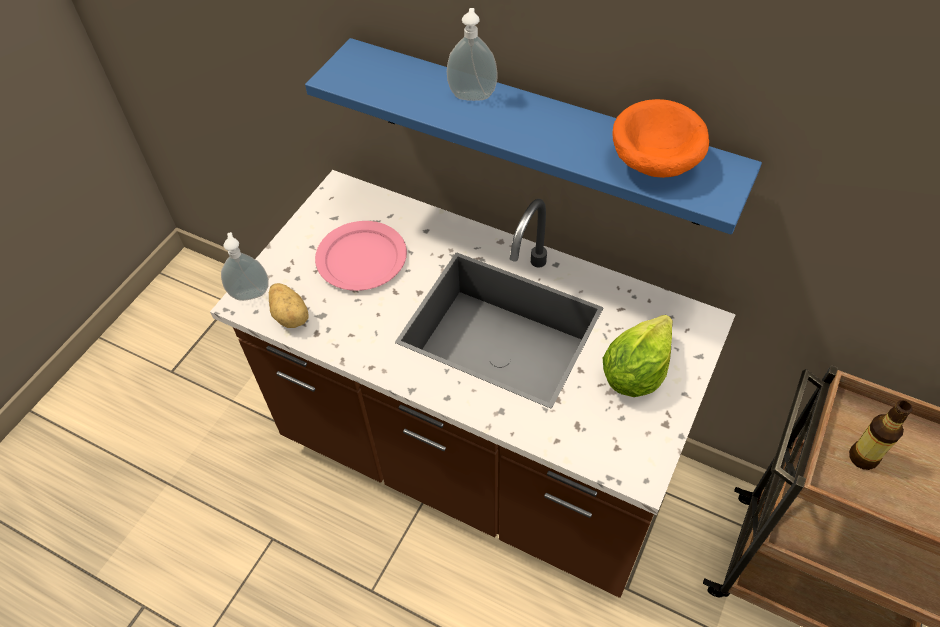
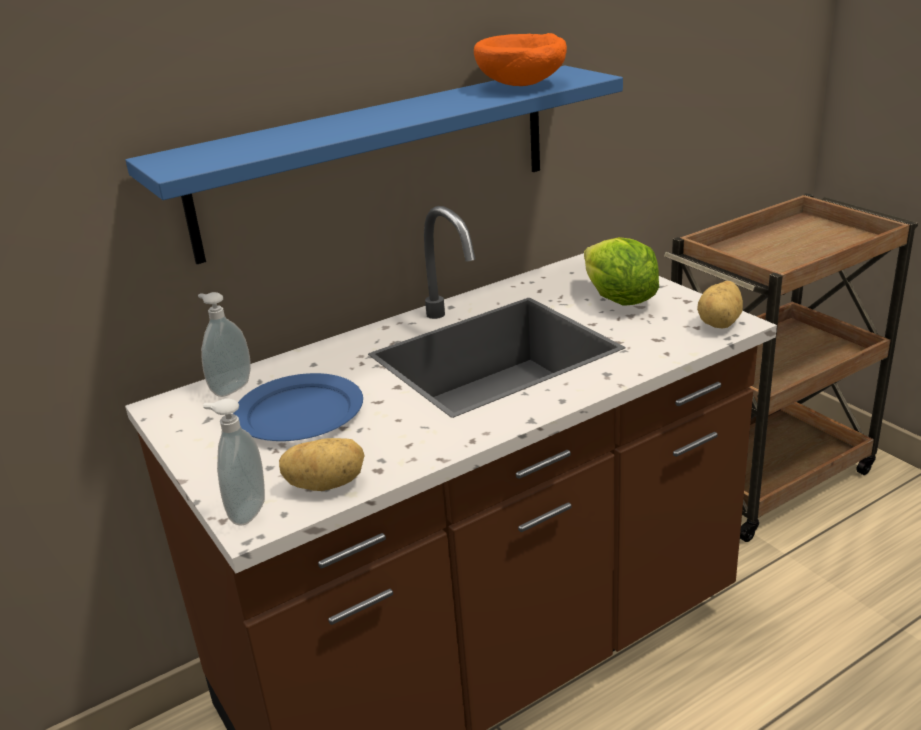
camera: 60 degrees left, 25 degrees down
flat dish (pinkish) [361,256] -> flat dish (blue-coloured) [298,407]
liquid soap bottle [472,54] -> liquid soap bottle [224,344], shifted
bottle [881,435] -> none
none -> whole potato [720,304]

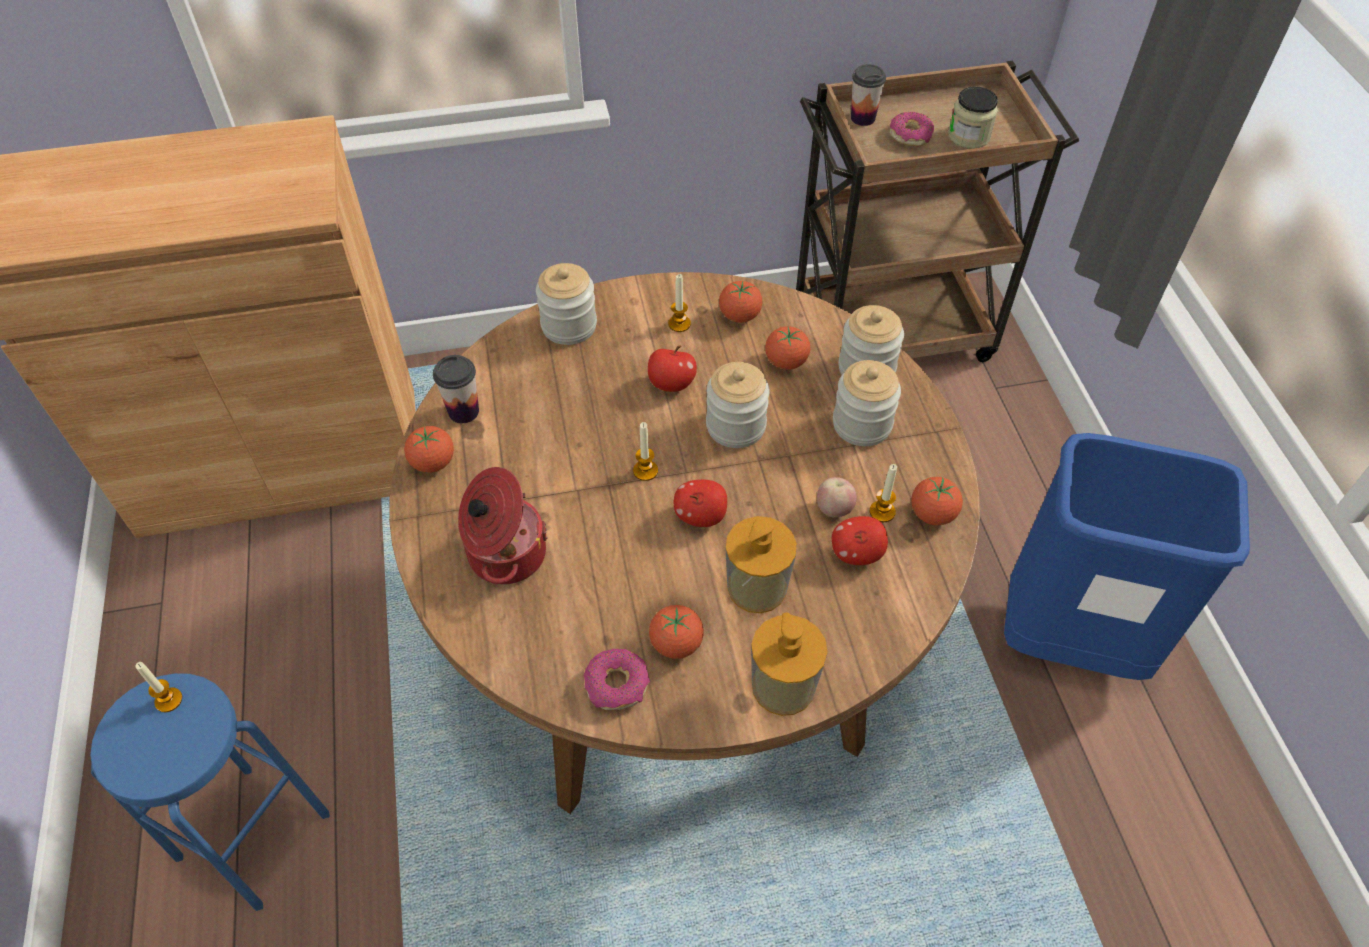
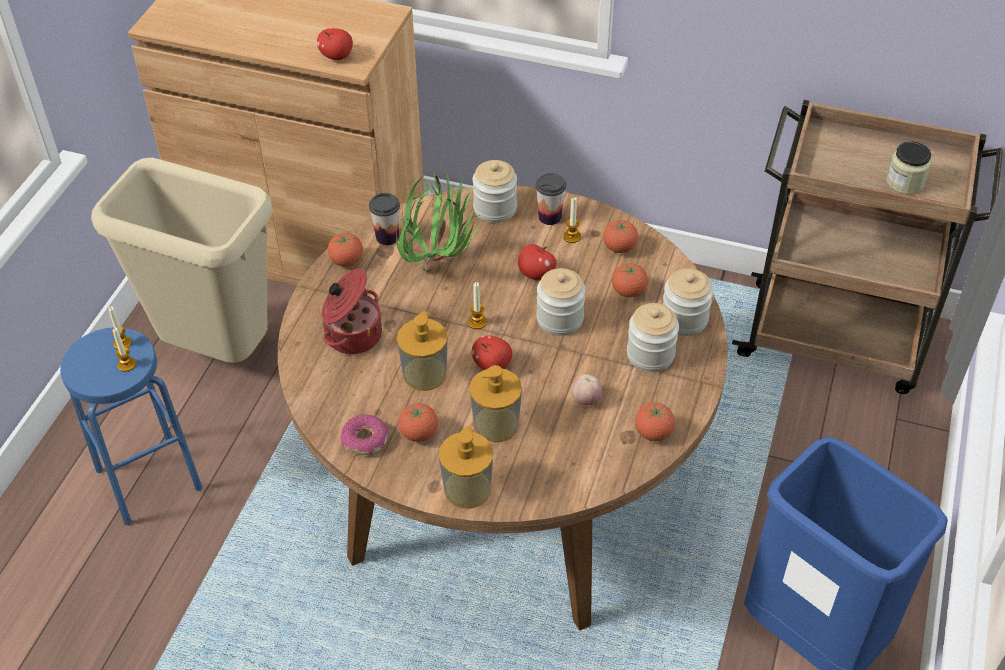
camera: 30 degrees right, 5 degrees down
whole apple [860,540] -> whole apple [335,44], shifted
drinking cup [868,95] -> drinking cup [551,199], shifted
wax candle [883,493] -> wax candle [124,350], shifted
donut [912,129] -> none
none -> rubbish bin (sand-coloured) [182,260]
none -> potted plant [439,221]
none -> liquid soap bottle [422,351]

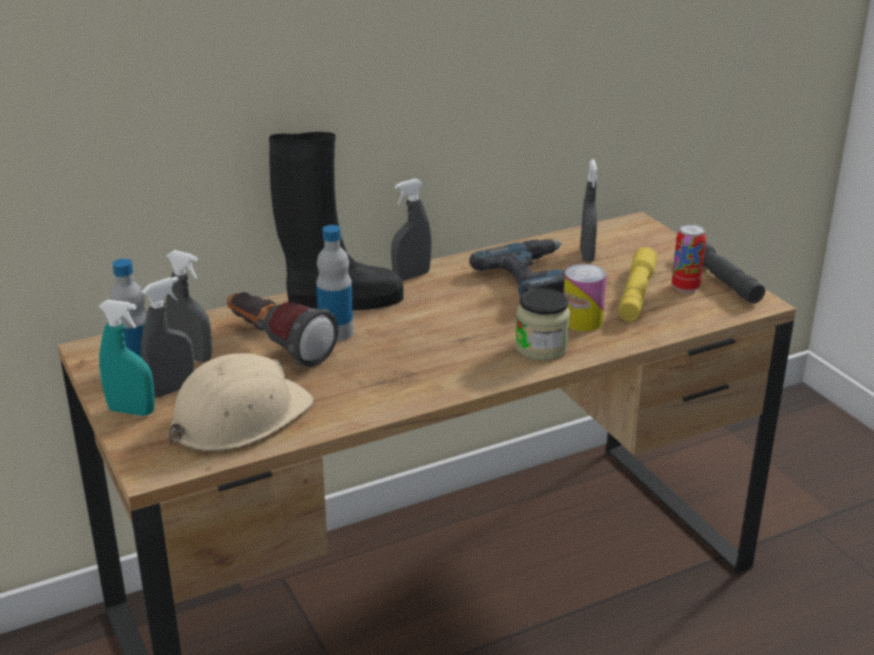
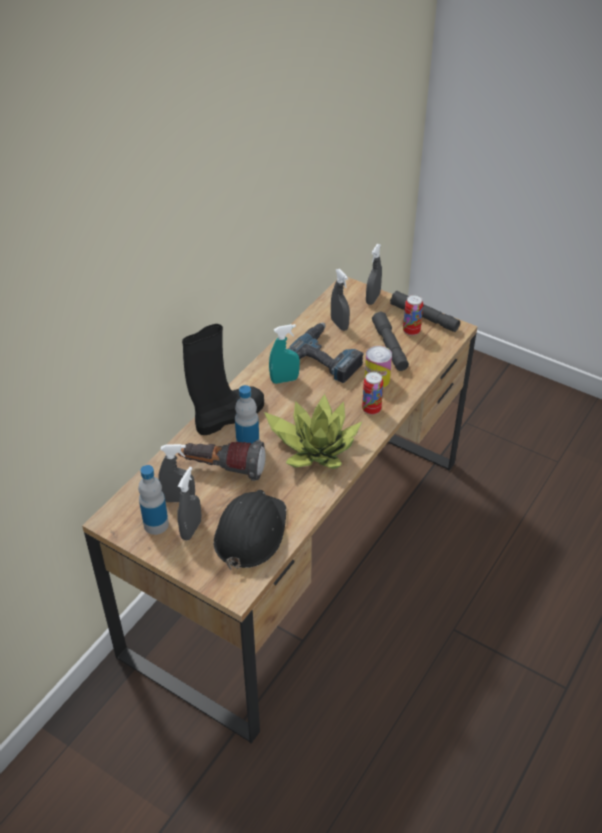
camera: 30 degrees left, 15 degrees up
spray bottle (blue-green) [127,358] -> spray bottle (blue-green) [284,354], shifted
work helmet (sand-coloured) [241,402] -> work helmet (black) [250,530]
spray bottle (grey) [411,230] -> spray bottle (grey) [374,274], shifted
jar [542,324] -> sealed can [372,393]
hand torch (yellowish) [637,284] -> hand torch (grey) [390,341]
none -> potted plant [313,431]

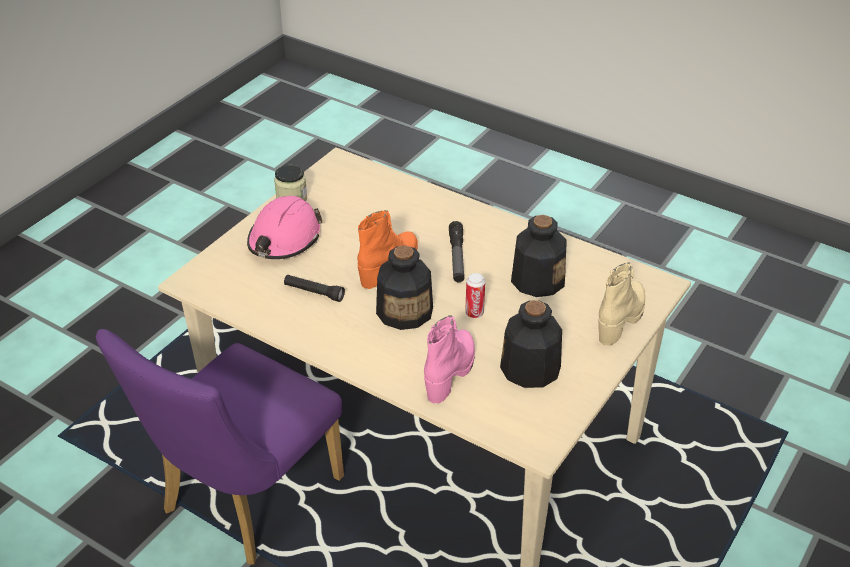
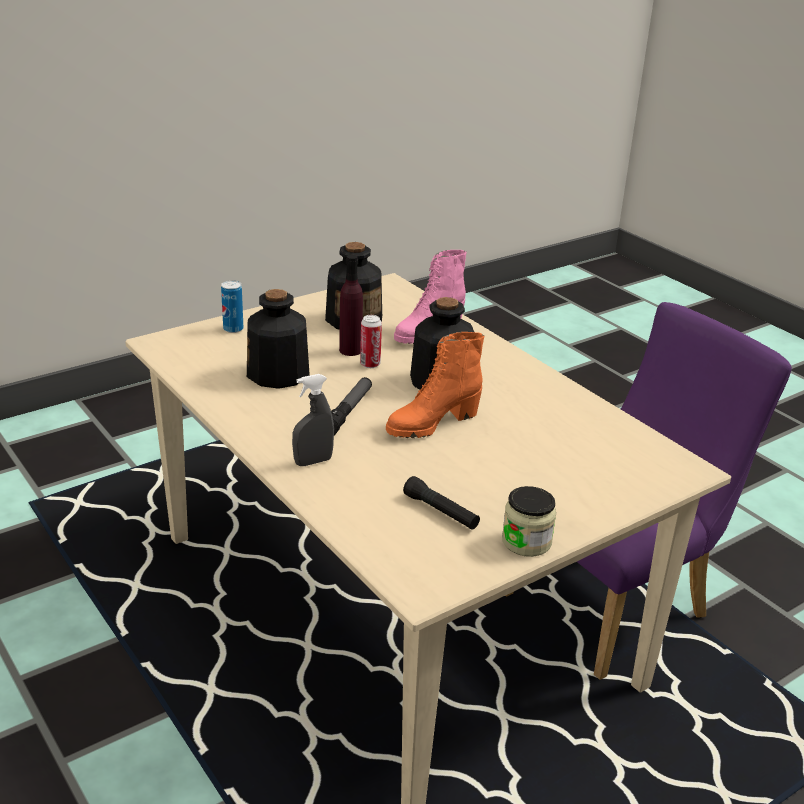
camera: 160 degrees left, 10 degrees down
work helmet (pinkish) [284,227] -> none
hand torch (black) [314,288] -> hand torch (black) [441,503], shifted
tall boot (sand-coloured) [621,304] -> sealed can [232,306]
none -> spray bottle (grey) [313,420]
none -> bottle (purple-coloured) [351,305]

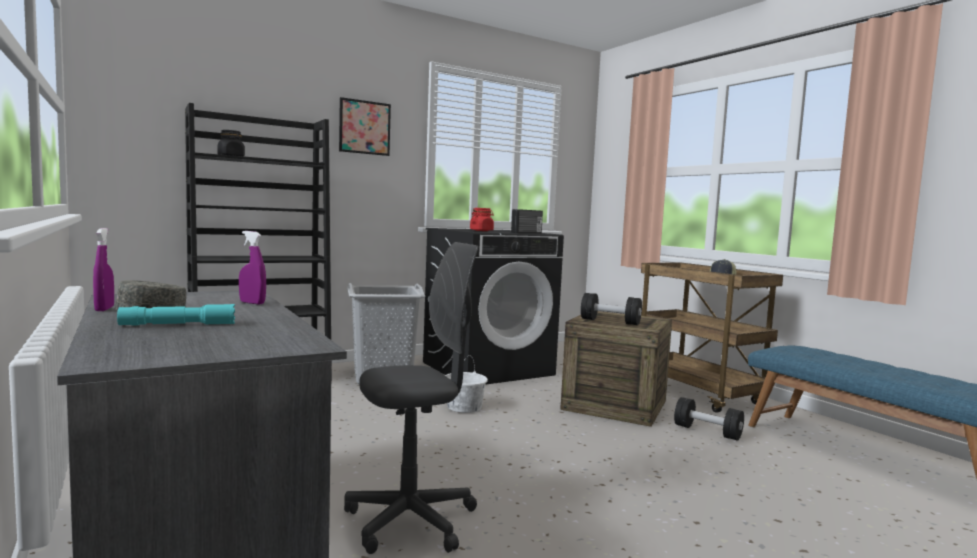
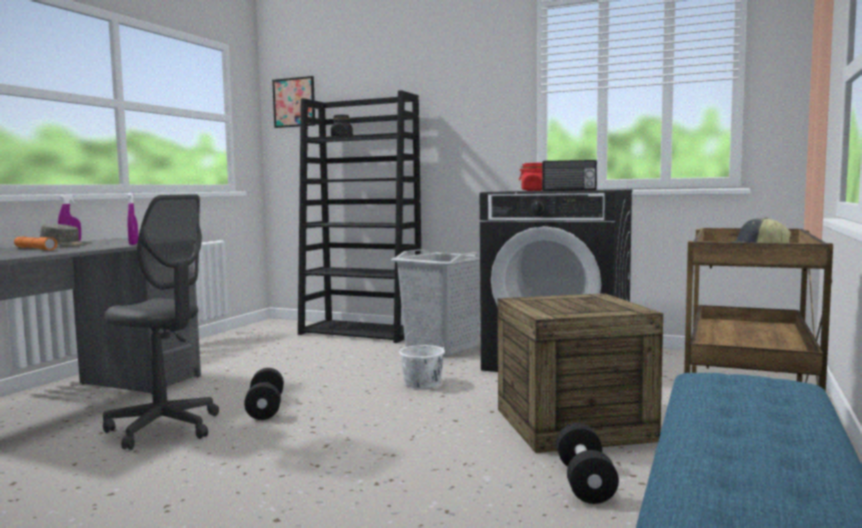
camera: 55 degrees right, 0 degrees up
hand torch (blue-green) [176,315] -> hand torch (orange) [35,243]
wall art [365,126] -> wall art [293,102], shifted
hand weight (black) [611,309] -> hand weight (black) [264,394], shifted

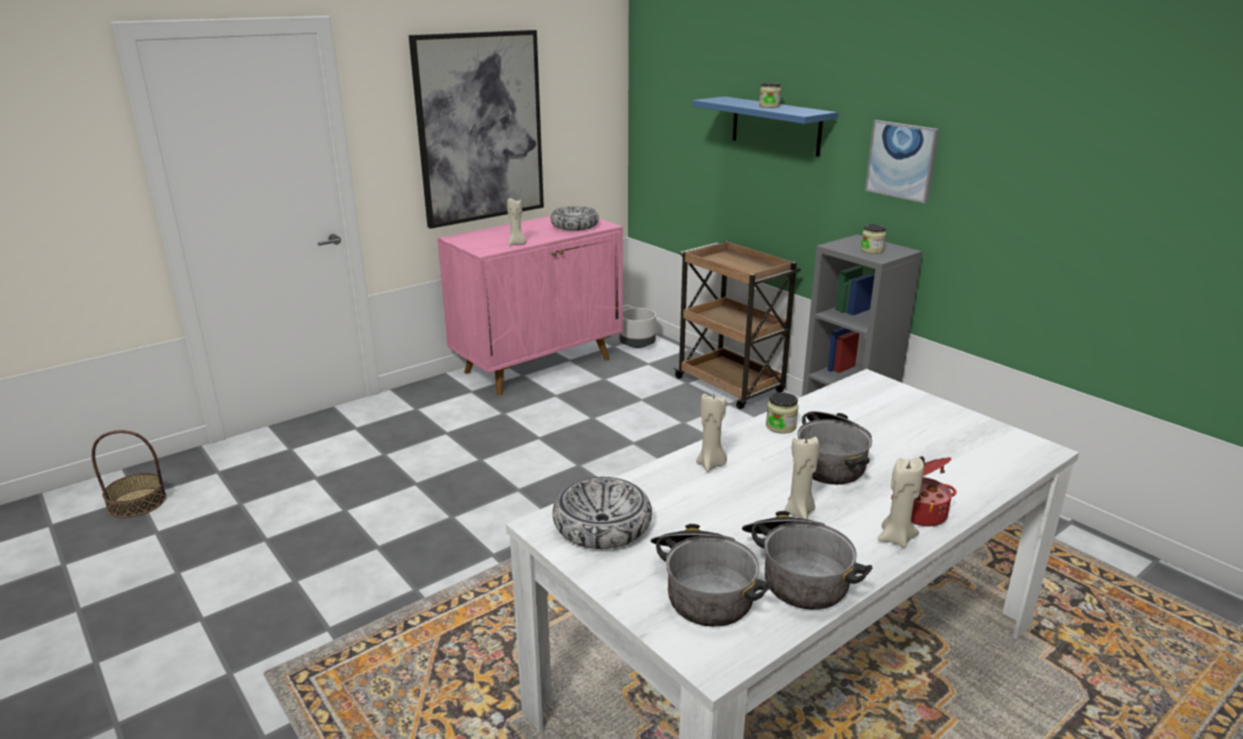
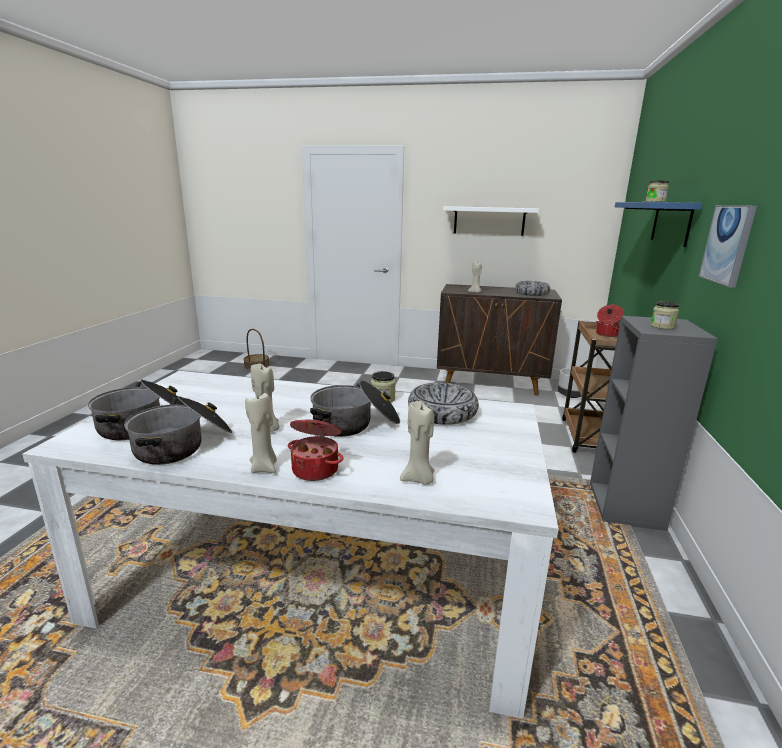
camera: 50 degrees right, 5 degrees down
wall art [476,129] -> shelf (white-coloured) [491,221]
storage cabinet (pinkish) [530,306] -> storage cabinet (brownish) [499,340]
deep dish [602,513] -> deep dish [443,403], shifted
wax candle (sand-coloured) [711,432] -> wax candle (sand-coloured) [417,443], shifted
none -> cooking pot [610,321]

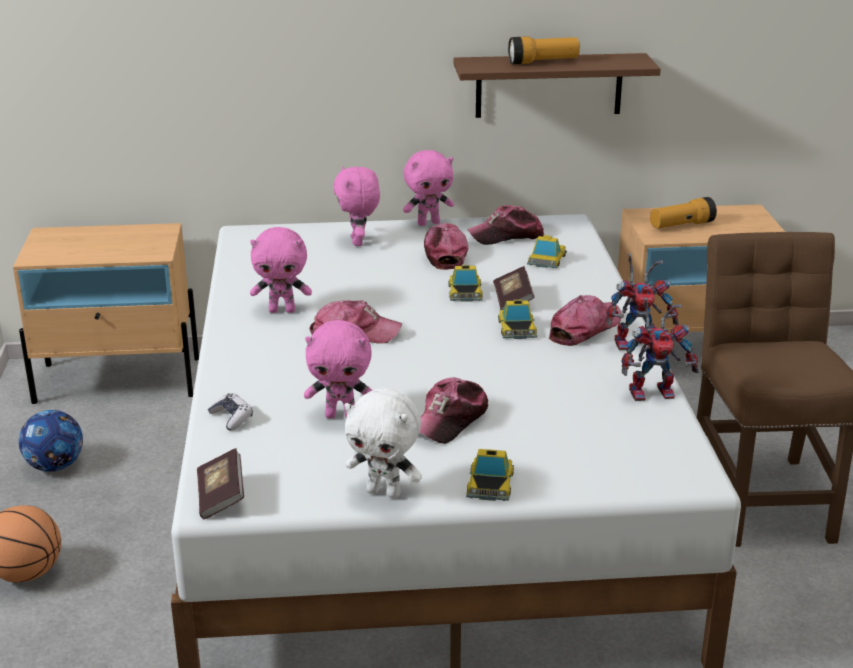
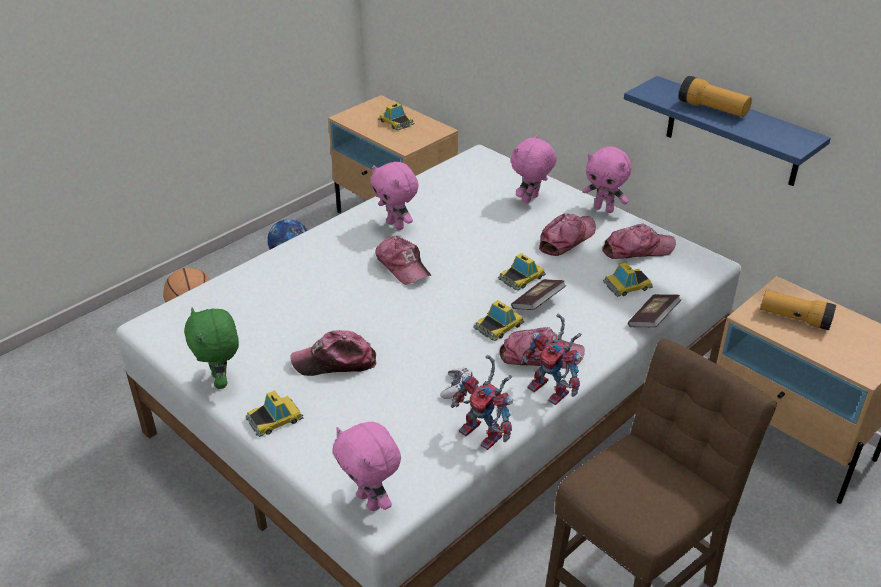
camera: 50 degrees right, 10 degrees up
book [220,483] -> book [654,311], shifted
joypad [230,412] -> joypad [456,383], shifted
plush toy (pinkish) [338,369] -> plush toy (pinkish) [367,466], shifted
plush toy (white-coloured) [383,443] -> plush toy (green) [211,348]
shelf (brownish) [557,85] -> shelf (blue-coloured) [727,131]
peaked cap [505,225] -> peaked cap [639,241], 135 degrees clockwise
none -> toy car [396,116]

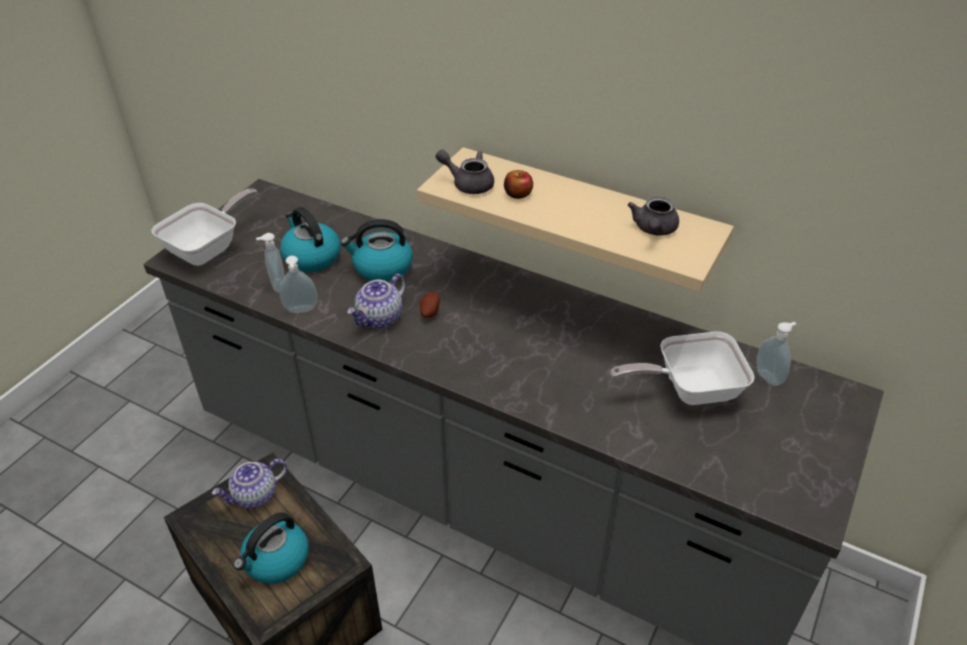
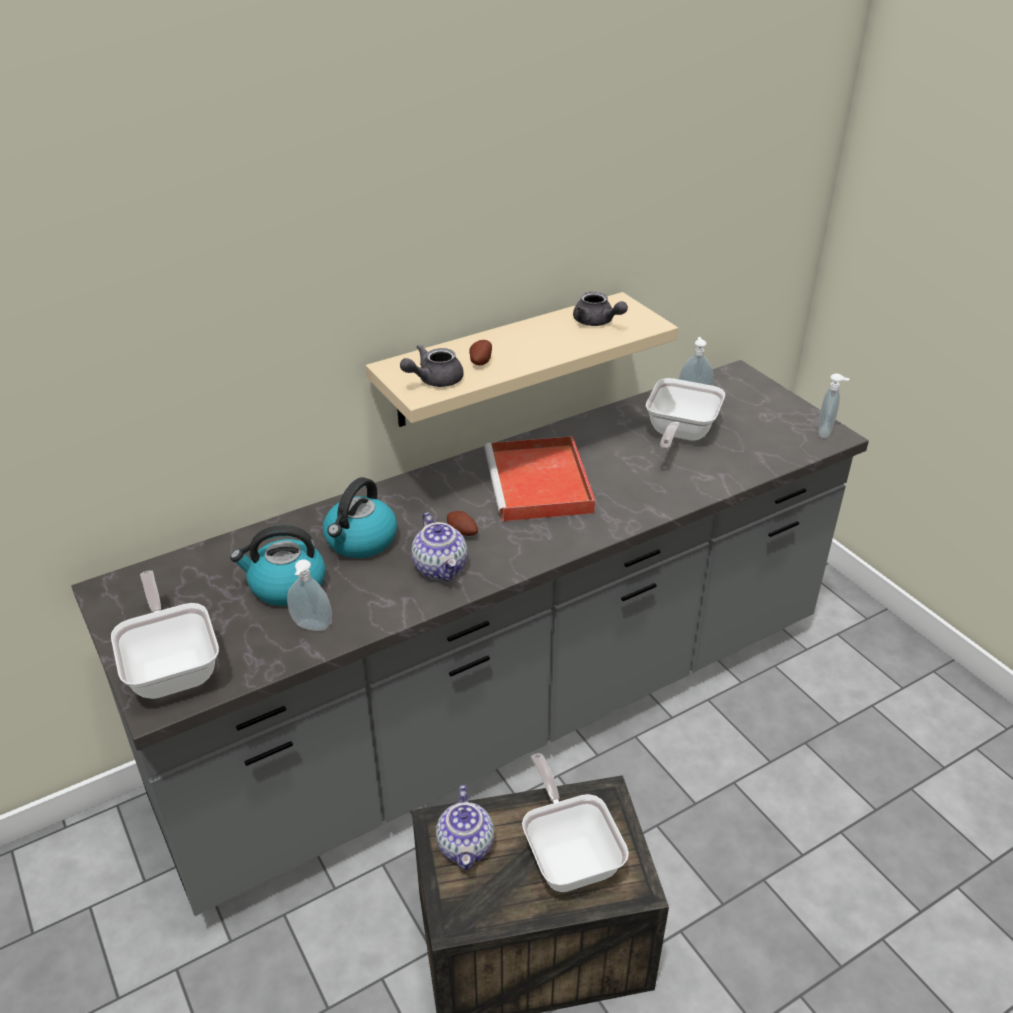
camera: 60 degrees left, 5 degrees down
water kettle [271,548] -> pan [575,822]
liquid soap bottle [298,284] -> liquid soap bottle [834,405], shifted
whole apple [518,184] -> whole potato [480,352]
none -> serving tray (red-coloured) [539,479]

